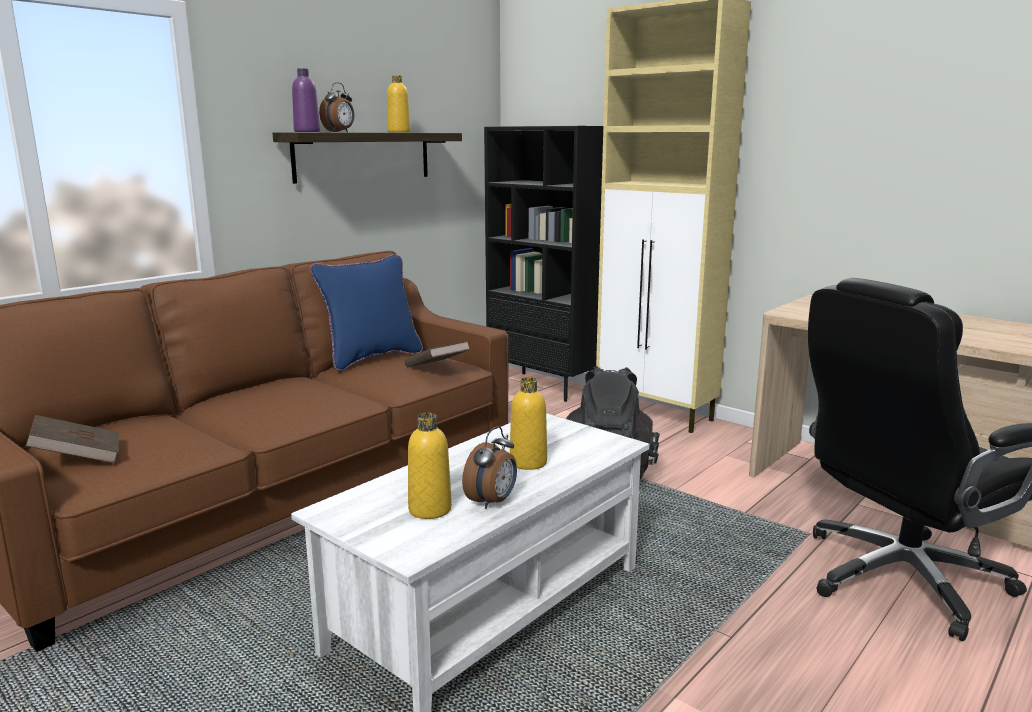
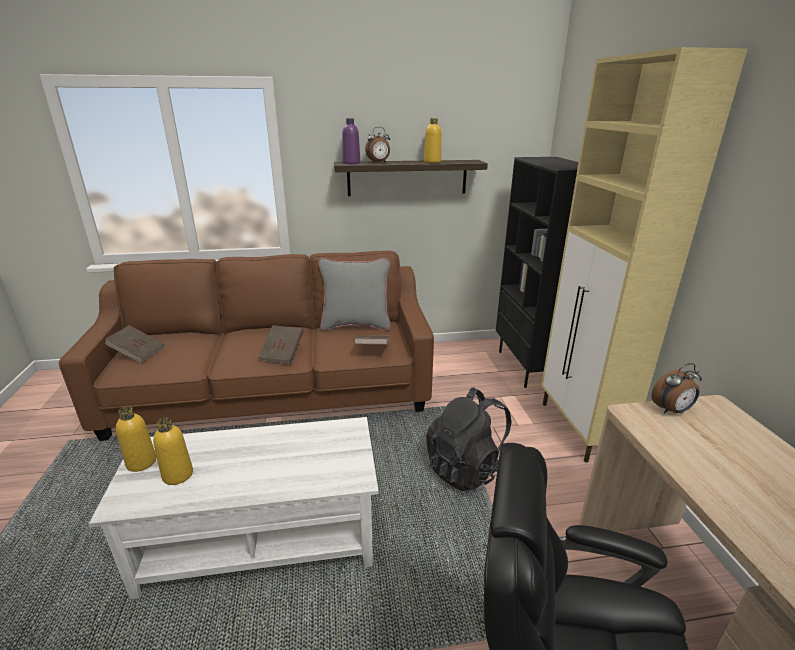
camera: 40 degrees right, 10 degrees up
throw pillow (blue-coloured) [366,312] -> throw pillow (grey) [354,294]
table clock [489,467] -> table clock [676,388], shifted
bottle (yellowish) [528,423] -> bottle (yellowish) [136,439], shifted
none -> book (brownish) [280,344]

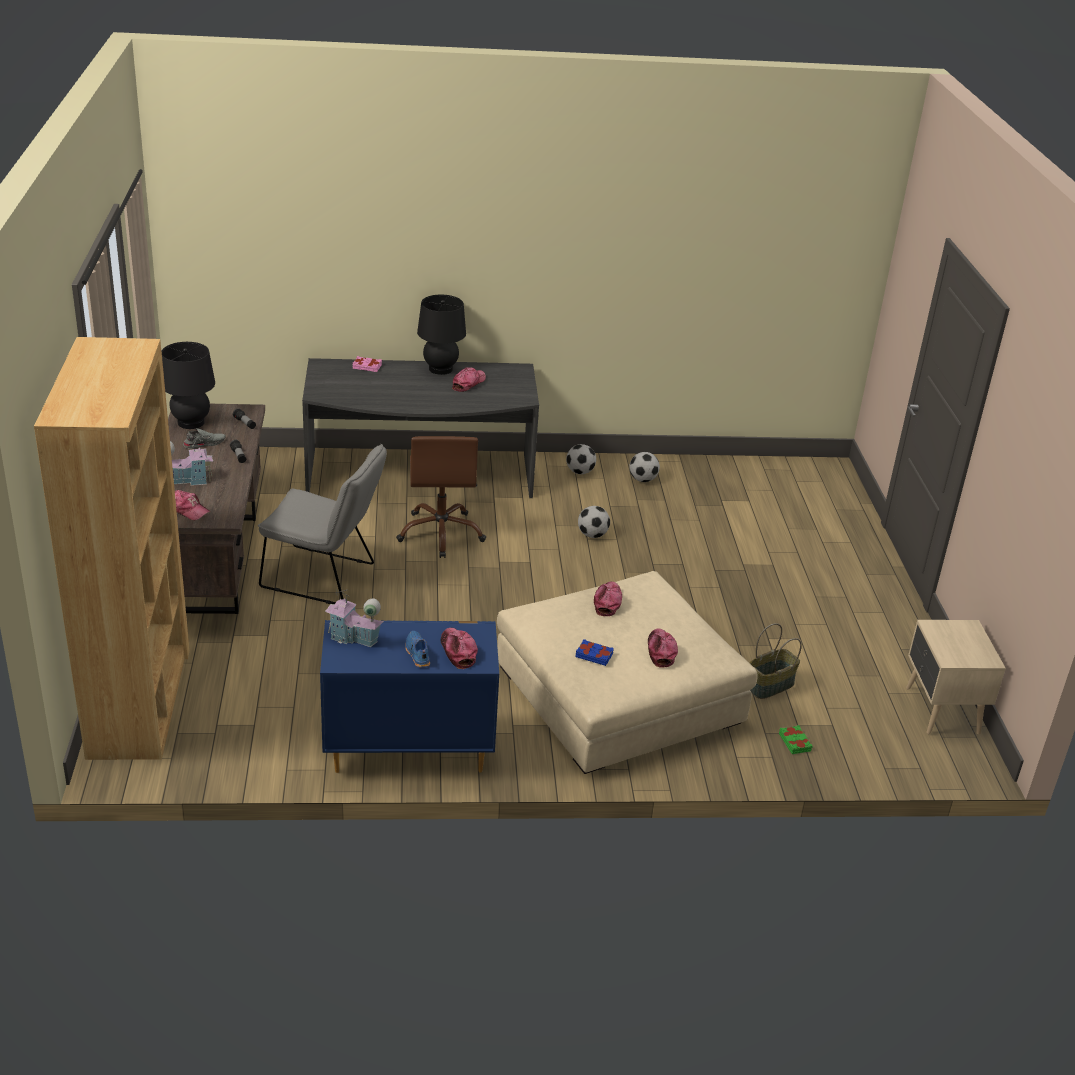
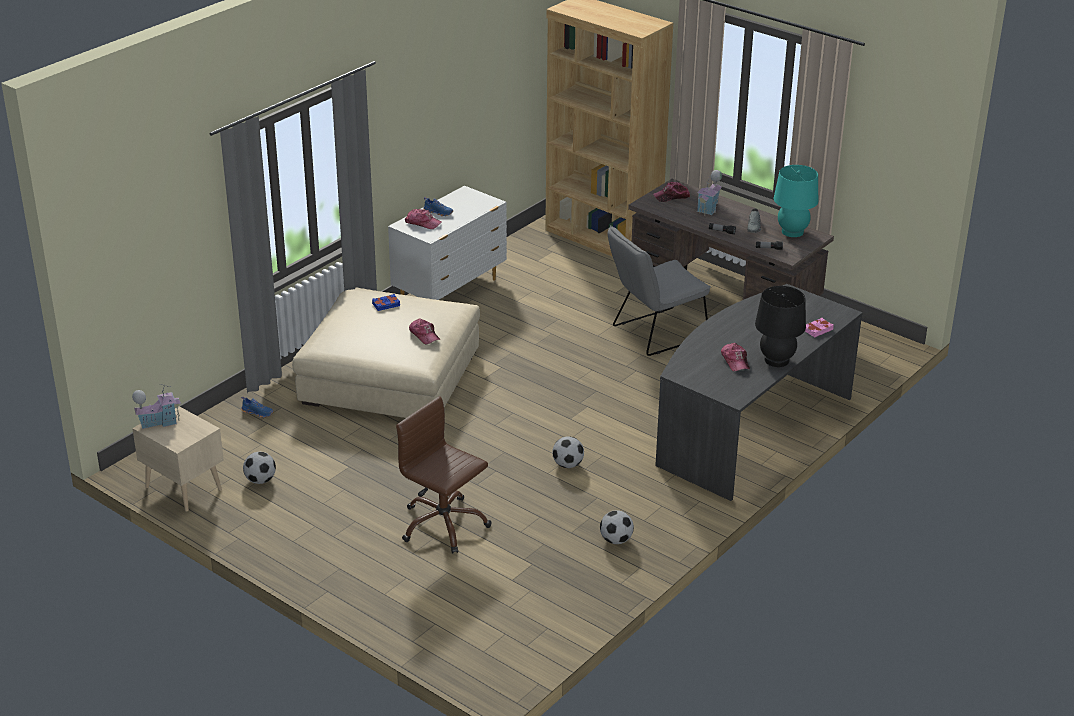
camera: 135 degrees right, 0 degrees up
lamp for a table (black) [188,385] -> lamp for a table (blue-green) [796,201]
drawer chest (blue-coloured) [409,696] -> drawer chest (white-coloured) [447,243]
miniature house [354,618] -> miniature house [156,406], shifted
desk chair (brownish) [441,497] -> desk chair (brownish) [443,474], shifted
ball for football [581,459] -> ball for football [259,468], shifted
peaked cap [663,648] -> none
household basket [776,661] -> none
book (green) [795,739] -> item of footwear (blue-coloured) [257,407]

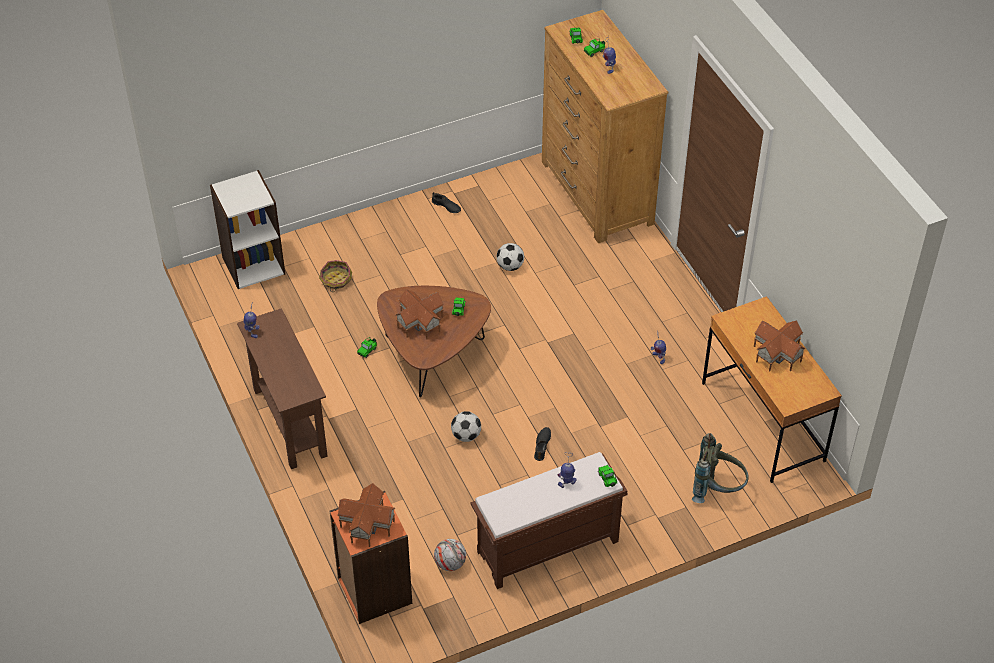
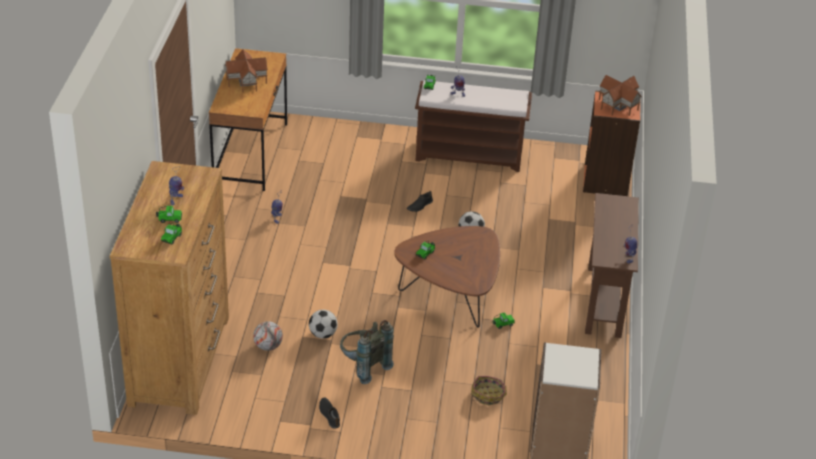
camera: 150 degrees left, 10 degrees down
miniature house [419,314] -> none
ball for football [450,555] -> ball for football [268,336], shifted
rucksack (grey) [720,468] -> rucksack (grey) [367,352], shifted

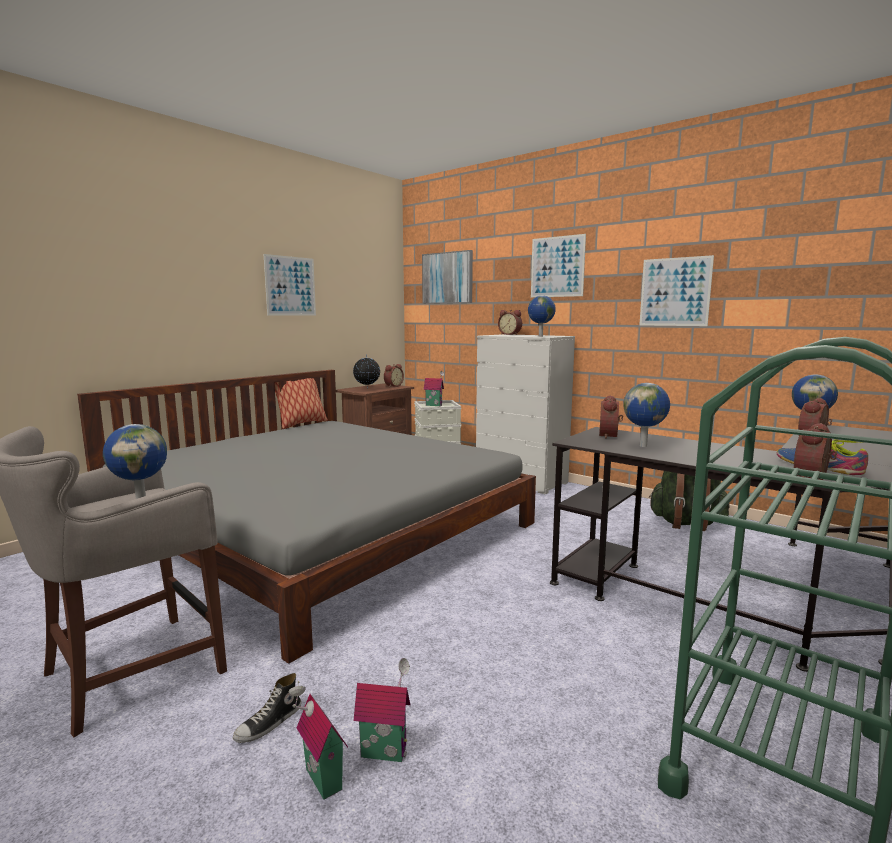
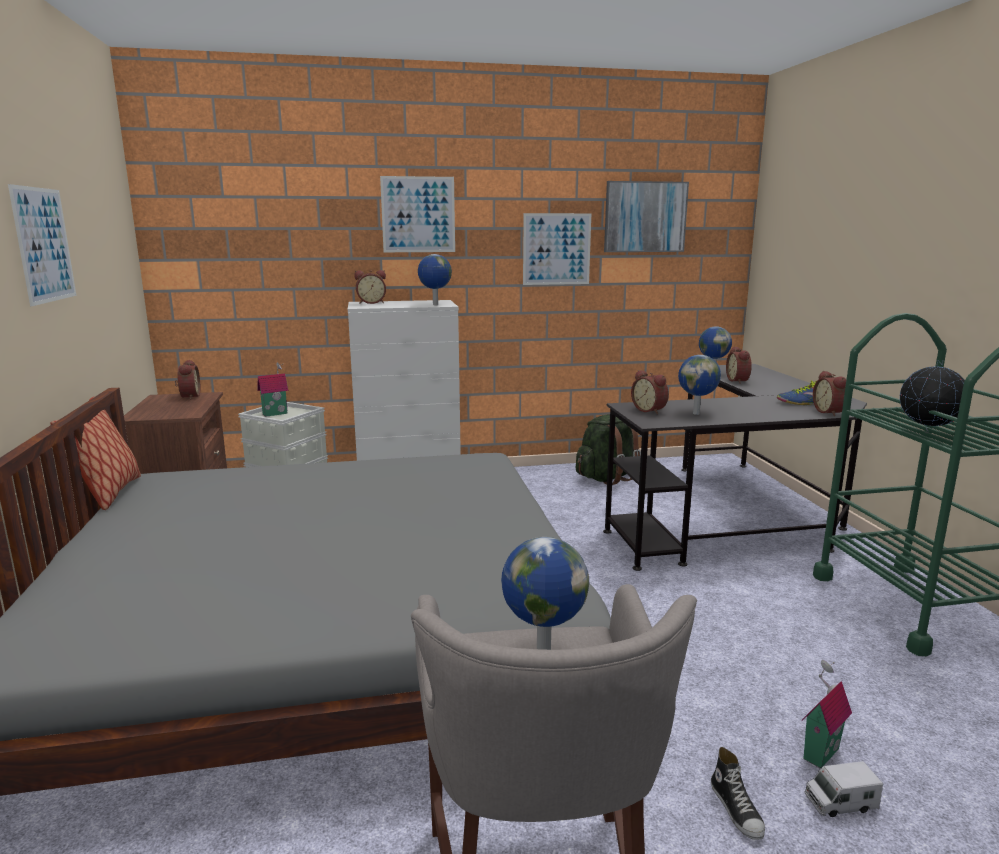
camera: 50 degrees left, 5 degrees up
miniature house [318,740] -> toy truck [844,789]
globe [366,371] -> globe [932,396], shifted
wall art [447,277] -> wall art [646,216], shifted

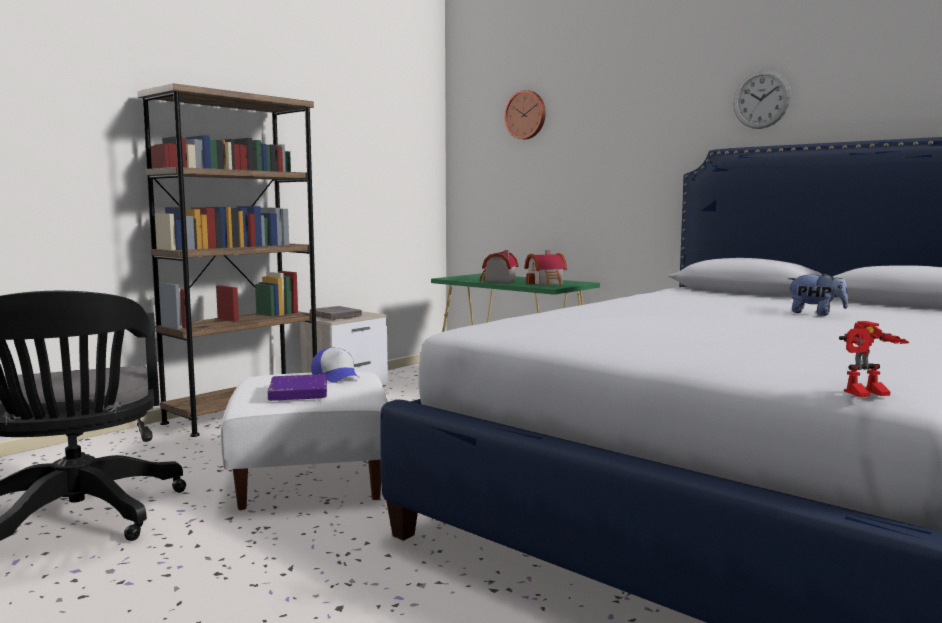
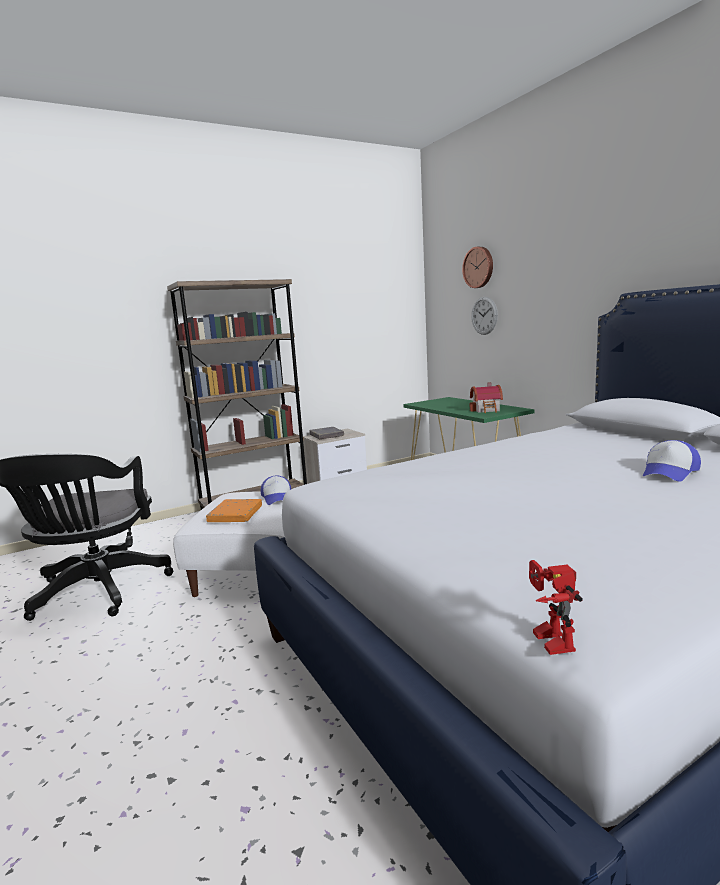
camera: 20 degrees right, 5 degrees up
book (purple-coloured) [297,387] -> book (orange) [234,510]
miniature house [499,266] -> none
hanging clock [762,99] -> hanging clock [484,316], shifted
plush toy [818,294] -> peaked cap [672,461]
toy robot [874,359] -> toy robot [556,607], 75 degrees clockwise

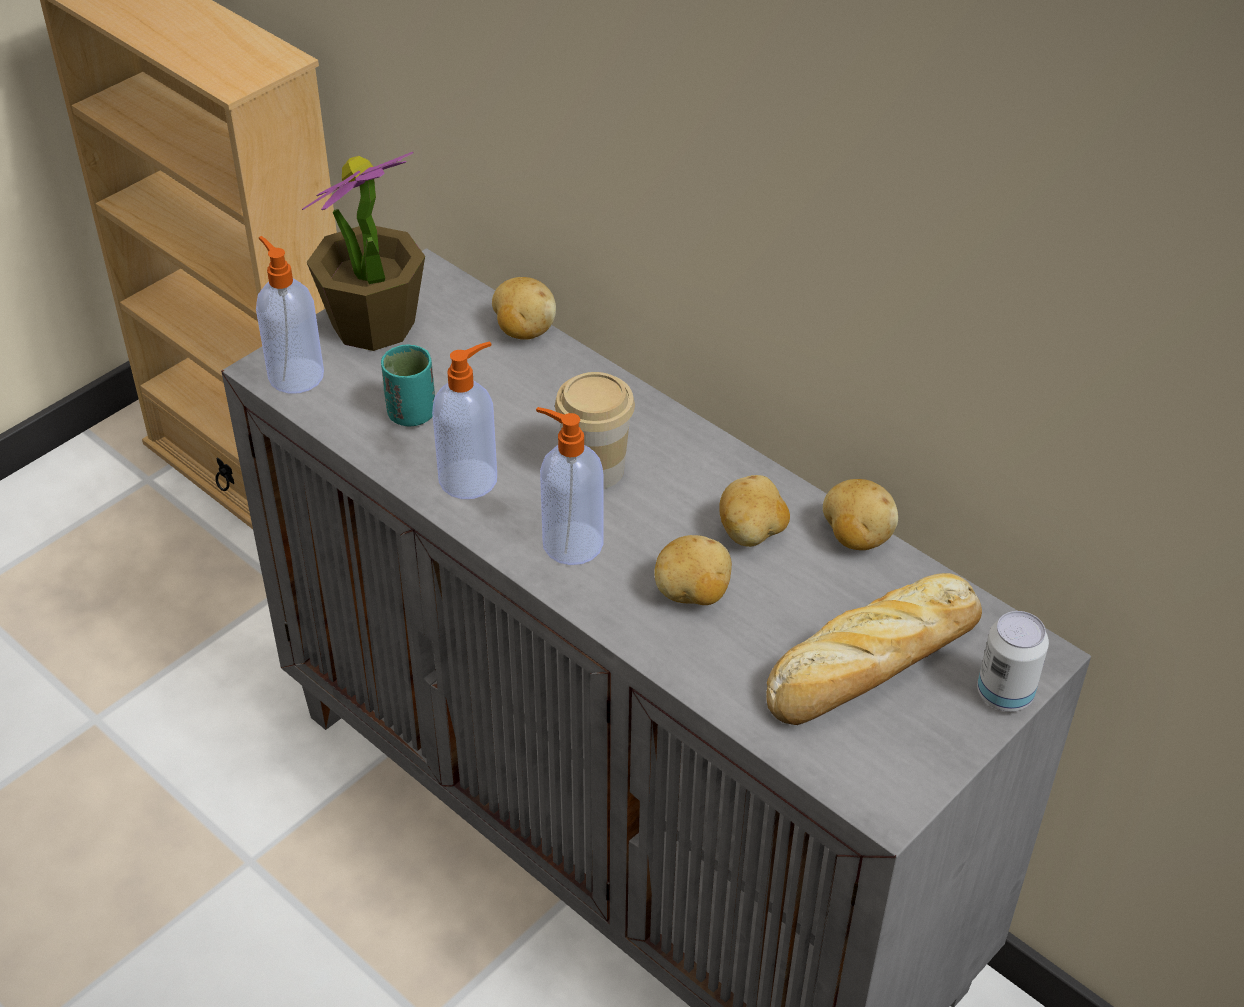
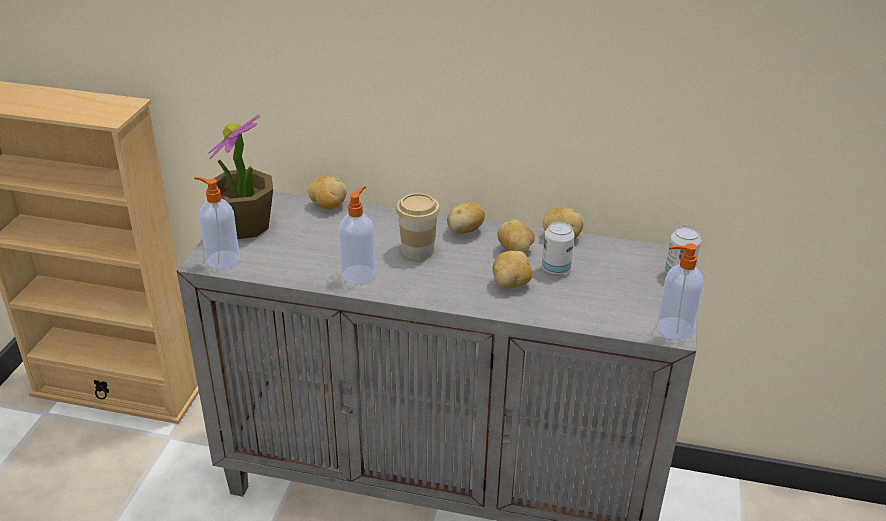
camera: 30 degrees left, 10 degrees down
drinking cup (blue-green) [408,385] -> none
liquid soap bottle [570,486] -> liquid soap bottle [680,291], shifted
baked bread [874,649] -> none
none -> whole potato [466,218]
none -> sealed can [558,248]

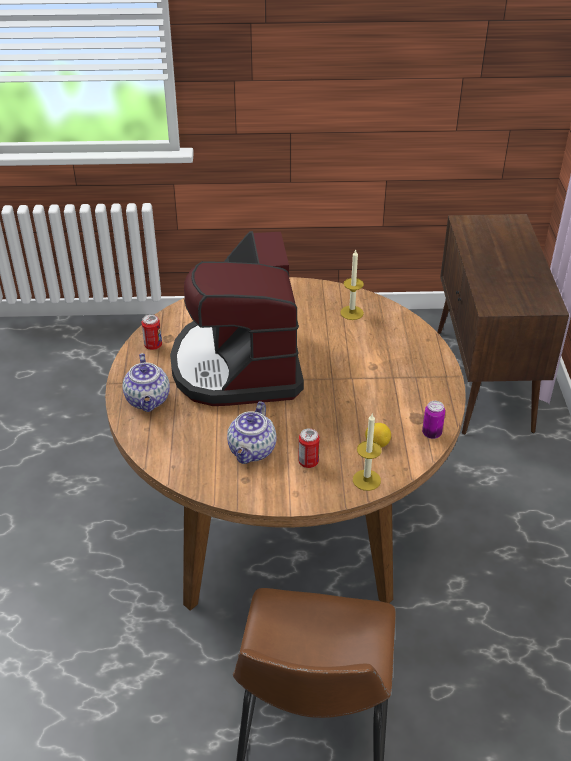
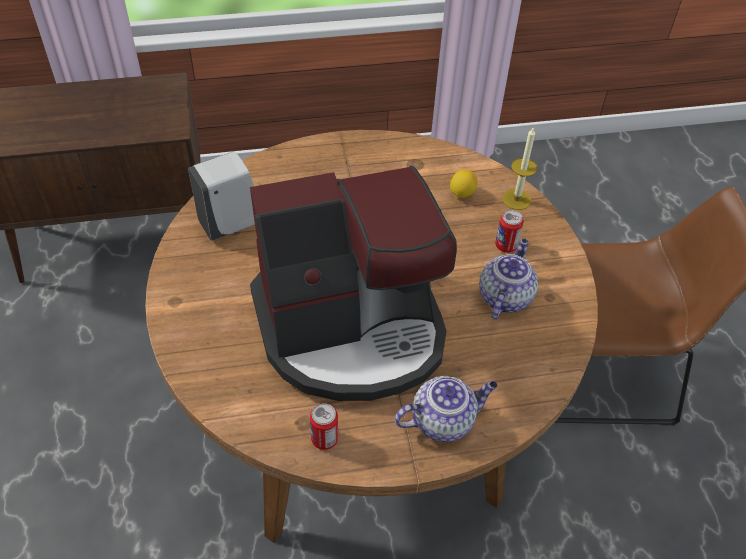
camera: 100 degrees left, 10 degrees up
tea pot [251,432] -> tea pot [508,278], 75 degrees counterclockwise
wax candle [352,285] -> liquid soap bottle (white-coloured) [221,196]
sealed can [433,420] -> none

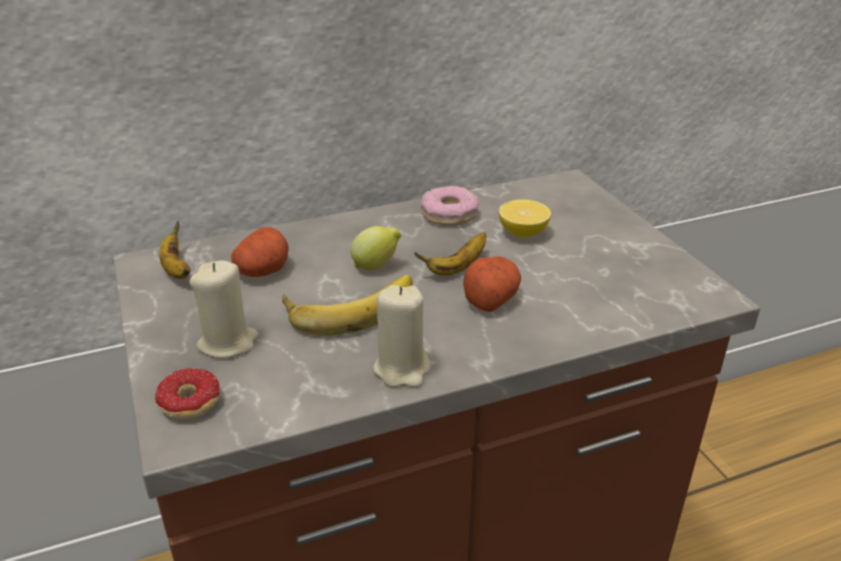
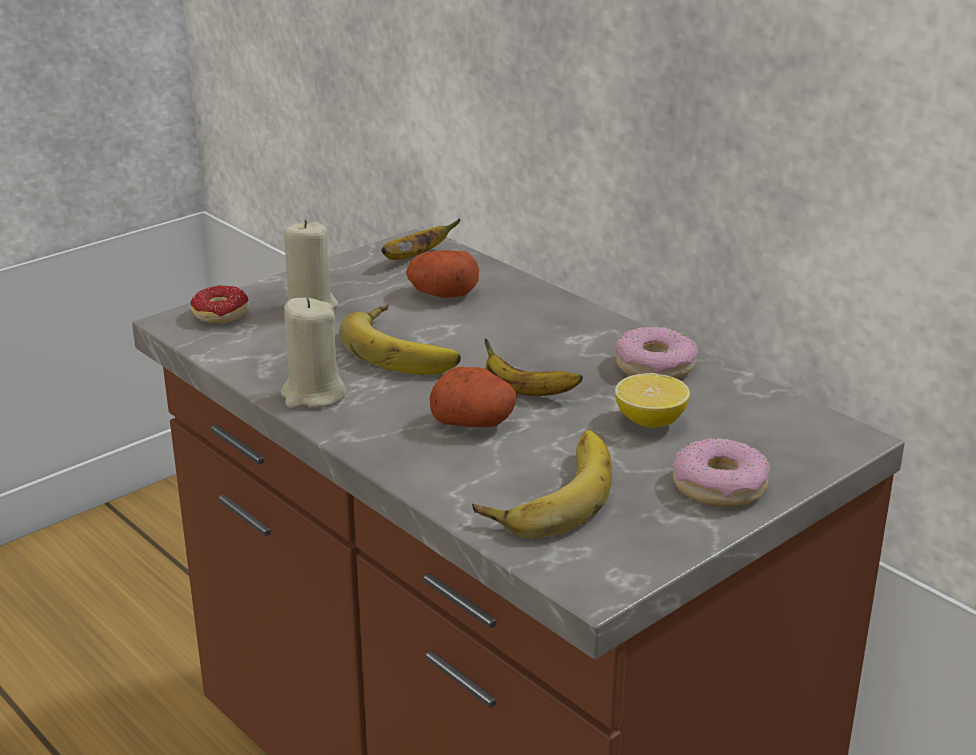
camera: 70 degrees right, 5 degrees down
lemon [376,248] -> none
none -> banana fruit [542,484]
none -> donut [721,472]

